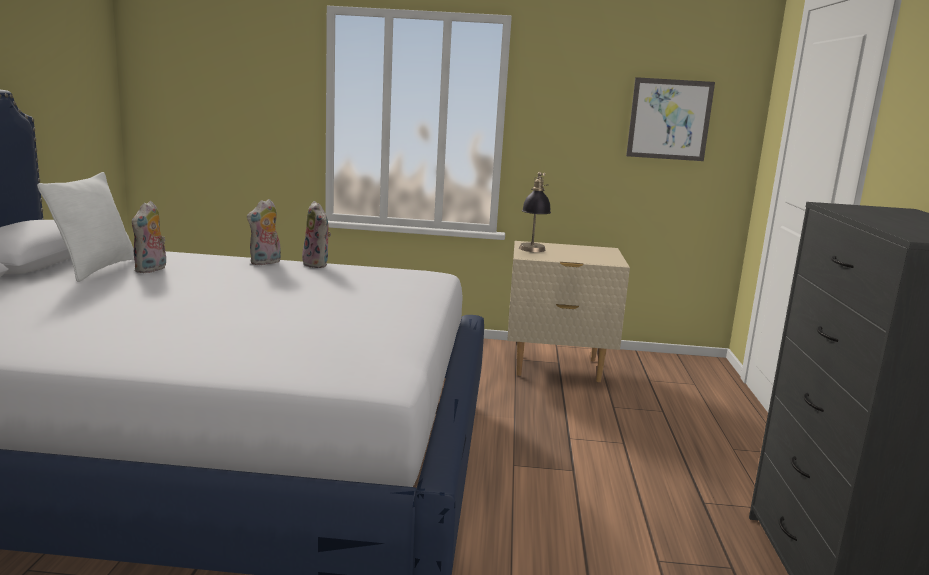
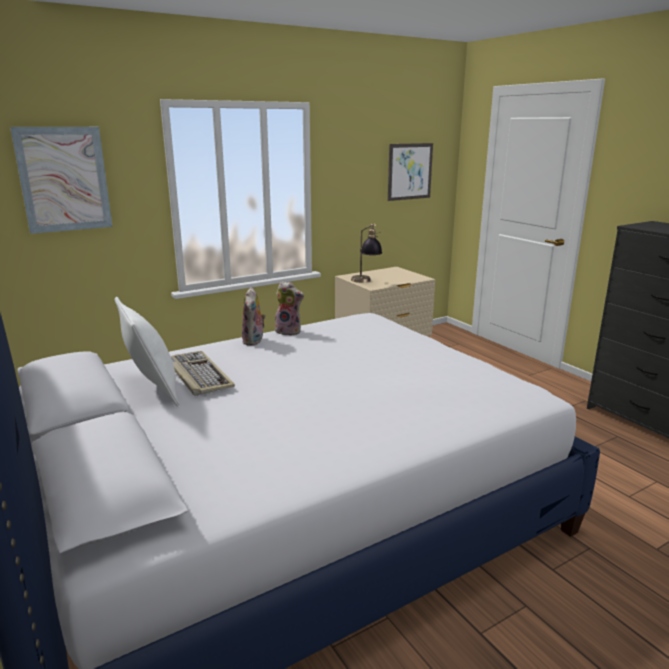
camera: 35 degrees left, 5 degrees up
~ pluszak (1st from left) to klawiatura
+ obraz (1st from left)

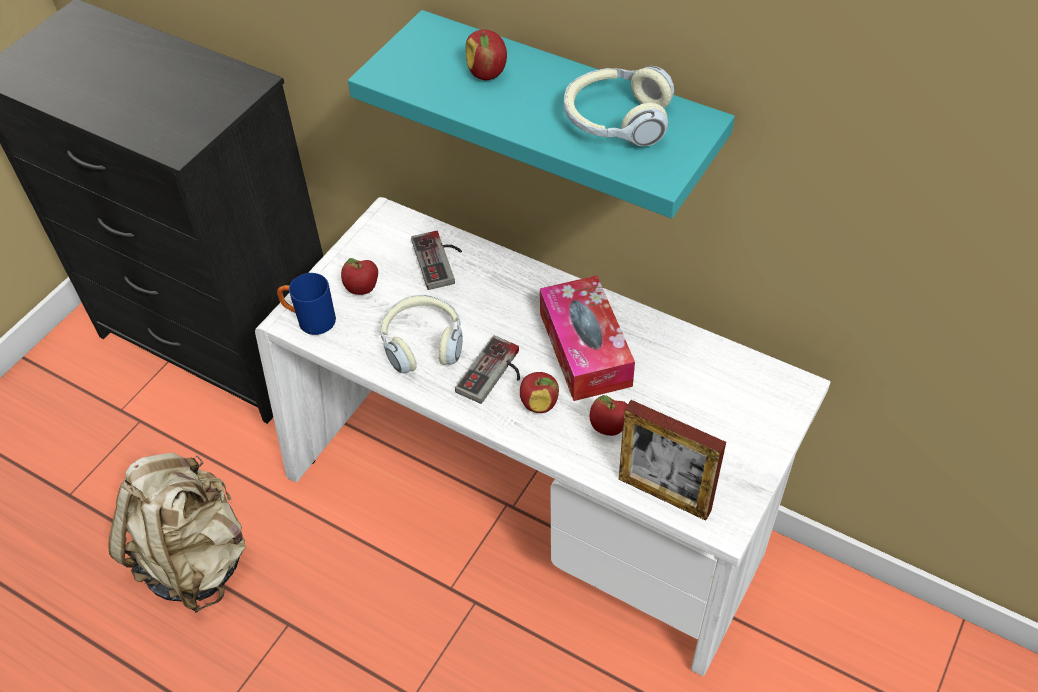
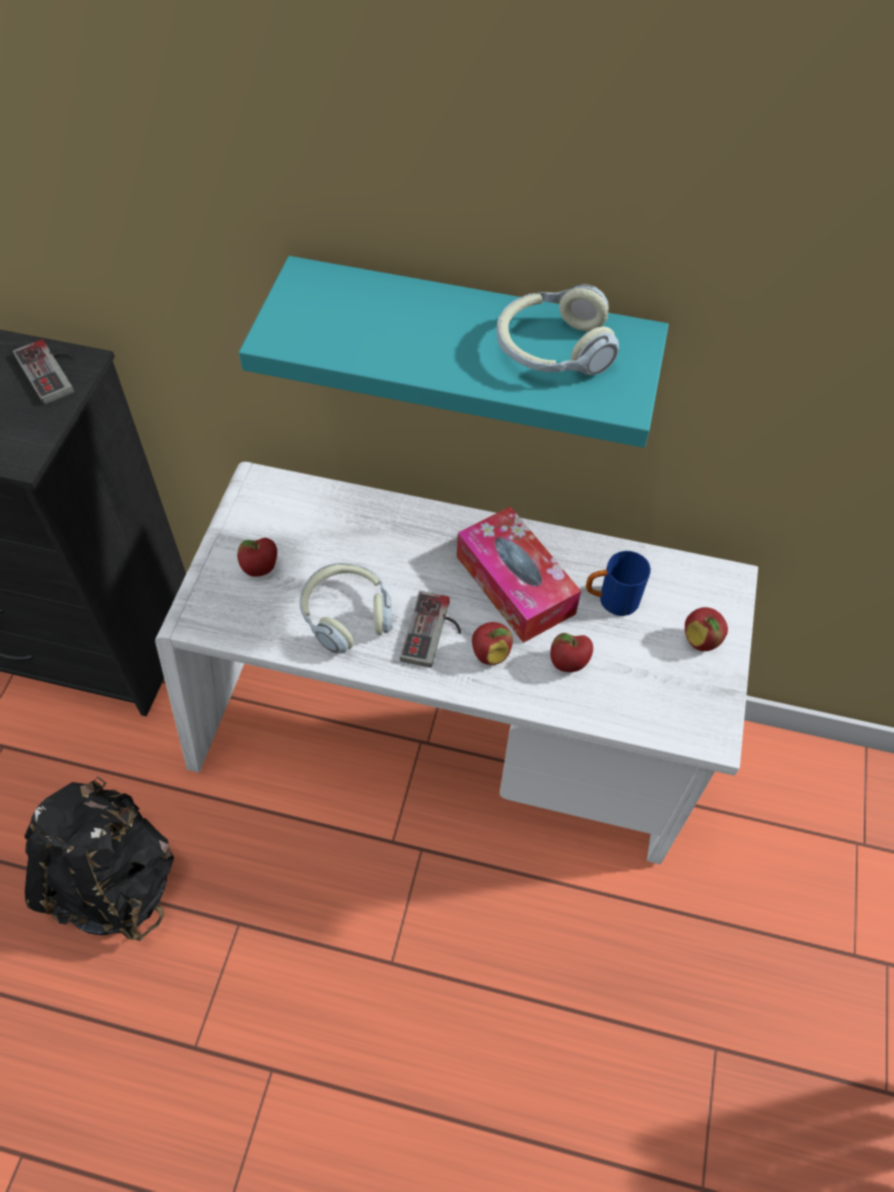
camera: 20 degrees left, 5 degrees up
~ plecak (beżowy) to plecak (czarny)
~ kubek (niebieski)
~ pad do gier (1st from left)
~ jabłko (2nd from left in the first image) to jabłko (4th from left)
- ramka na zdjęcie

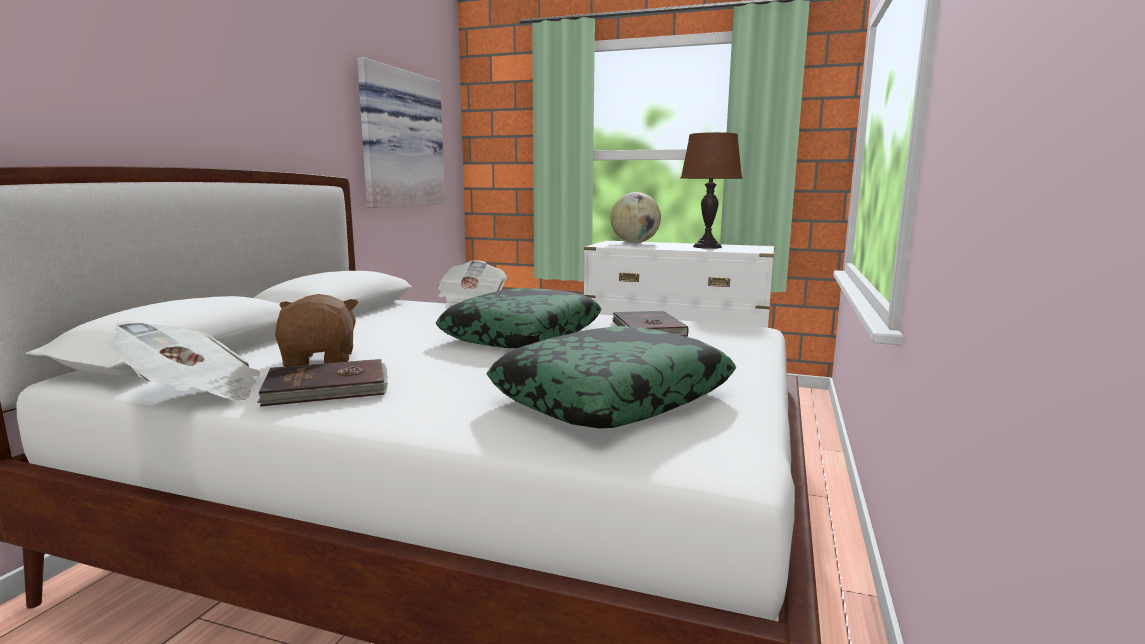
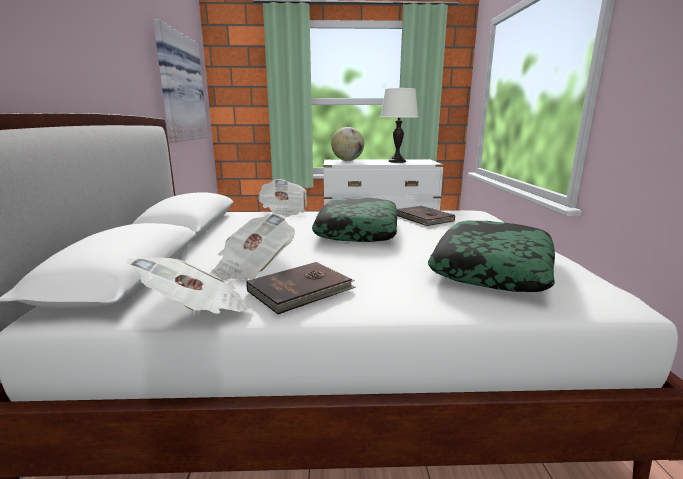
camera: 20 degrees left, 5 degrees up
~ pluszak (brązowy) to gazeta (2nd from left)
~ lampa stołowa (brązowy) to lampa stołowa (biały)

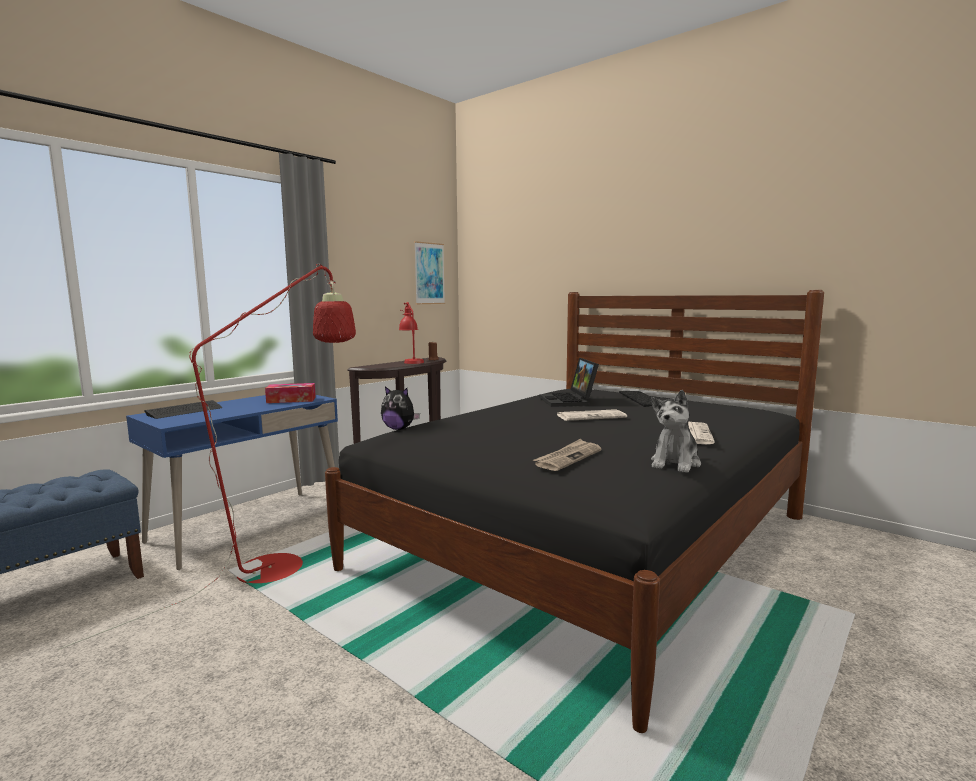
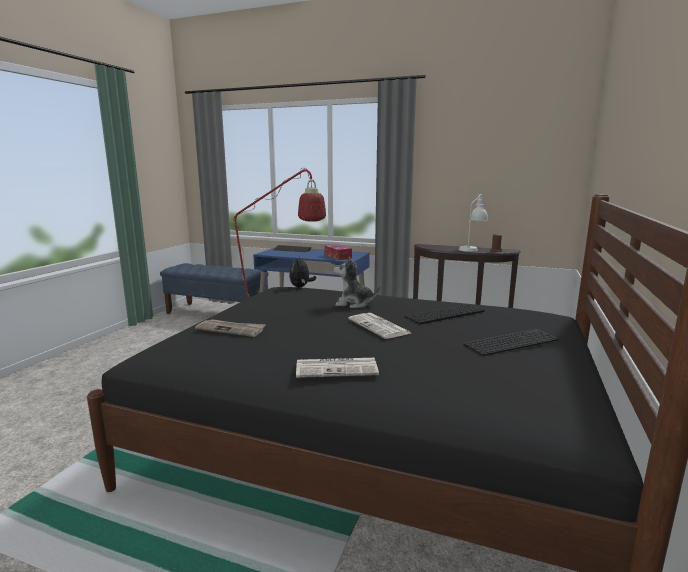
camera: 70 degrees right, 5 degrees up
~ lampa stołowa (czerwony) to lampa stołowa (biały)
- obraz
~ laptop to klawiatura (2nd from left)
~ pluszak (2nd from left)

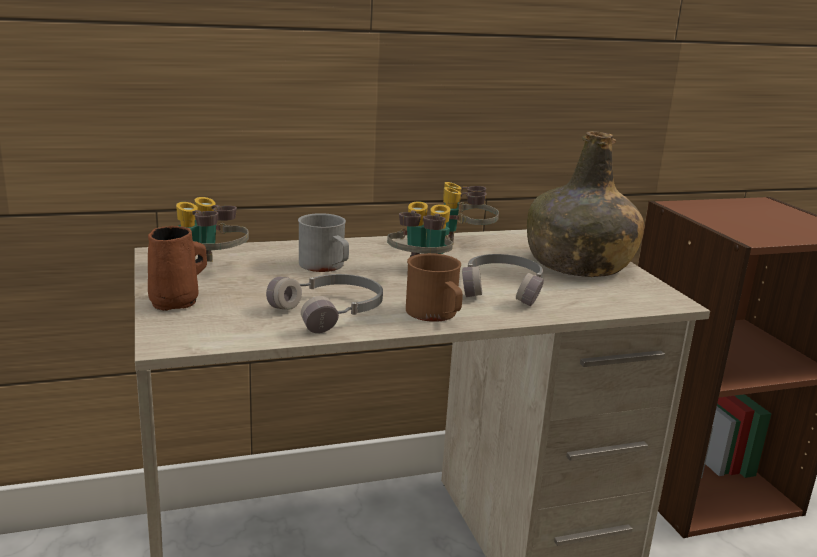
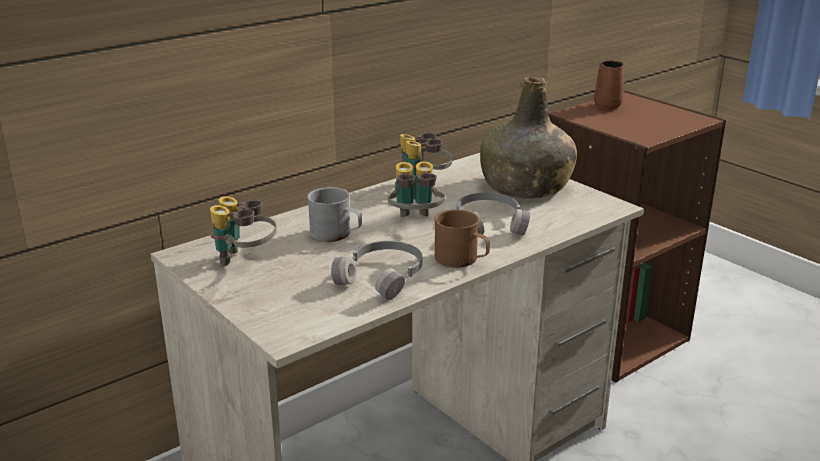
camera: 20 degrees left, 5 degrees up
~ kubek (brązowy) (1st from left in the first image) to kubek (brązowy) (2nd from left)

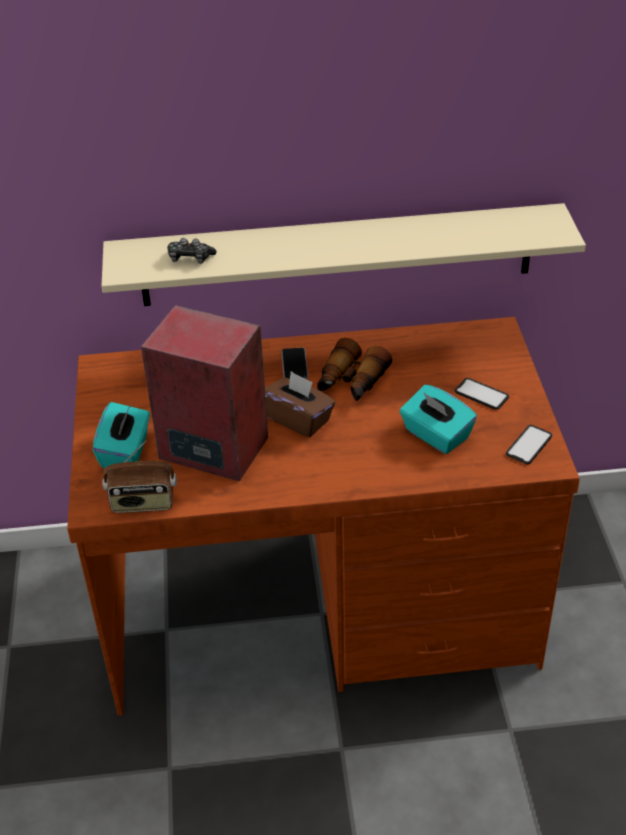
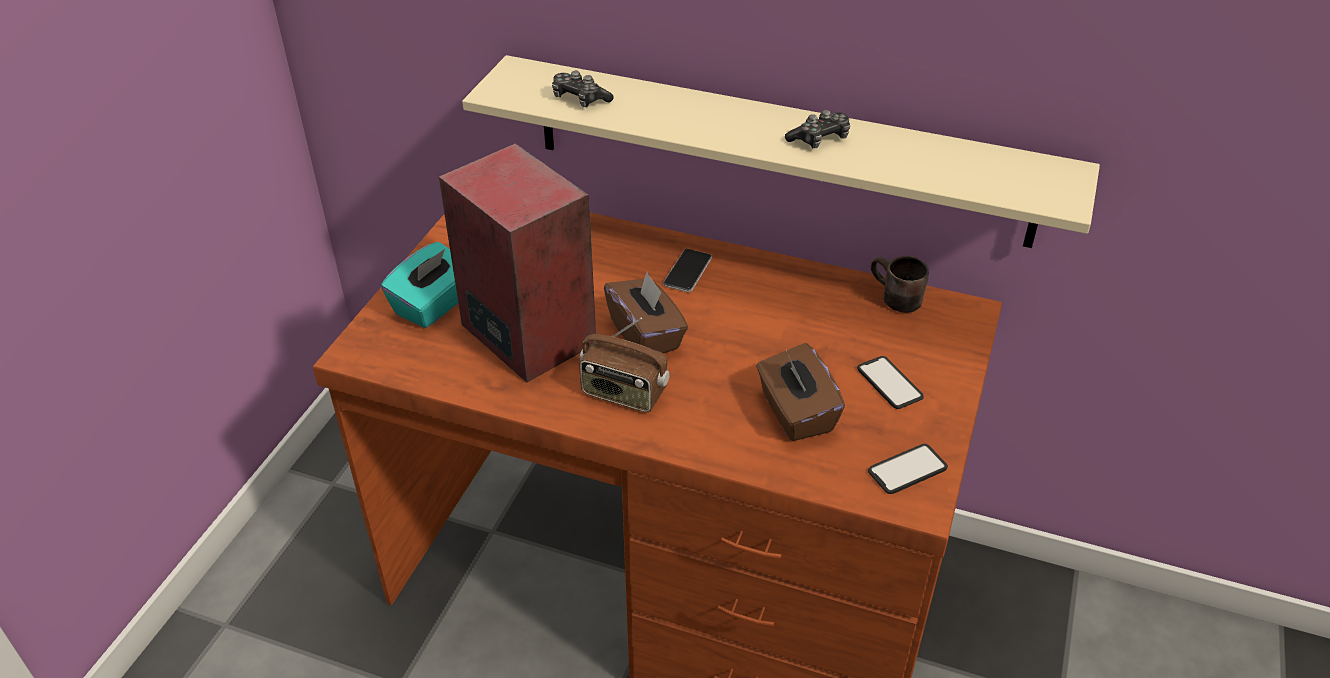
camera: 25 degrees right, 0 degrees up
~ radio
- lornetka
~ pudełko chusteczek (turkusowy) (2nd from left) to pudełko chusteczek (brązowy) (2nd from left)
+ pad do gier (2nd from left)
+ kubek (brązowy)

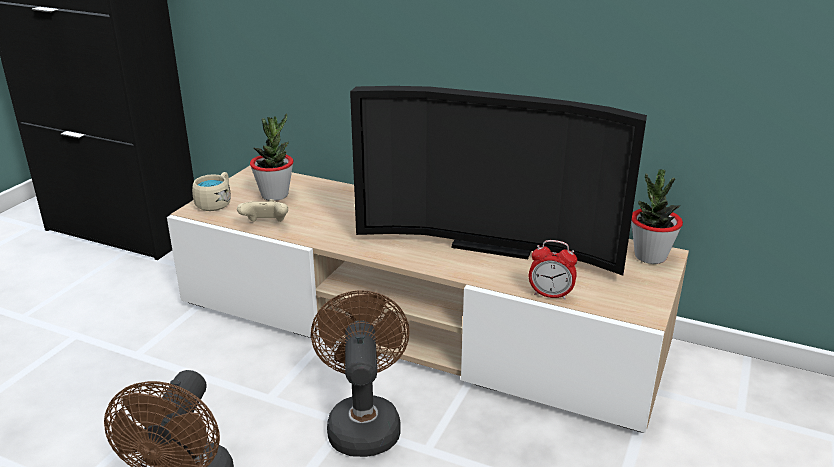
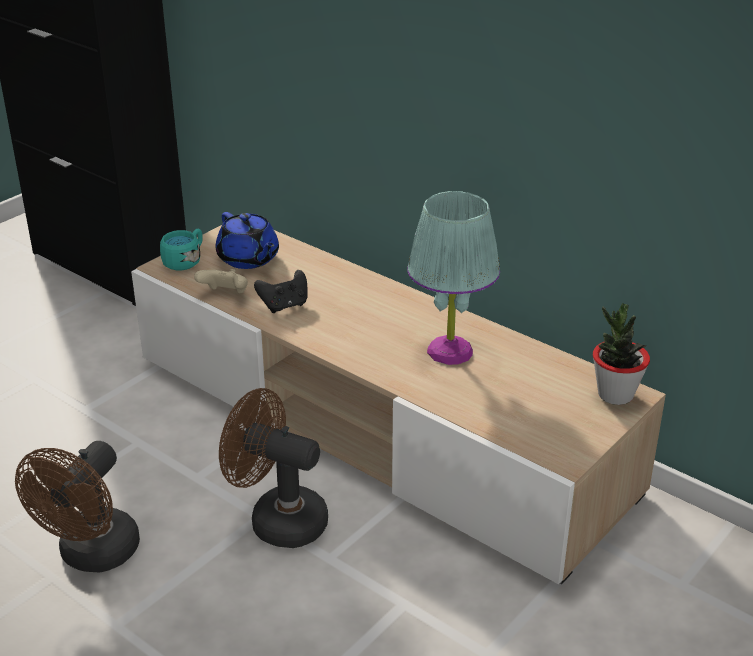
camera: 15 degrees right, 5 degrees up
~ kubek (beżowy) to kubek (turkusowy)
~ roślina doniczkowa (1st from left) to imbryk (niebieski)
~ wentylator (brązowy) (2nd from left) 75 degrees counterclockwise
~ telewizor to lampa stołowa (turkusowy)
- budzik
+ pad do gier (czarny)

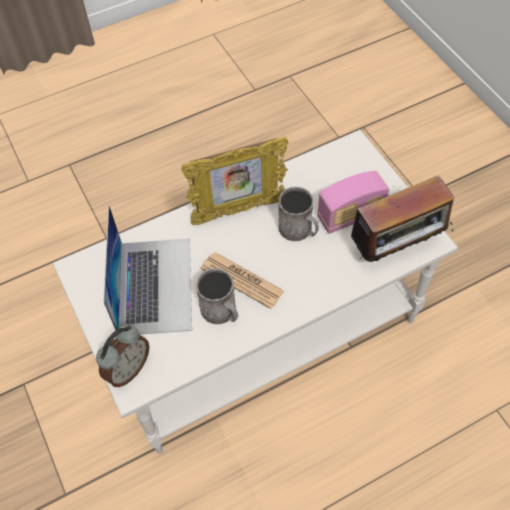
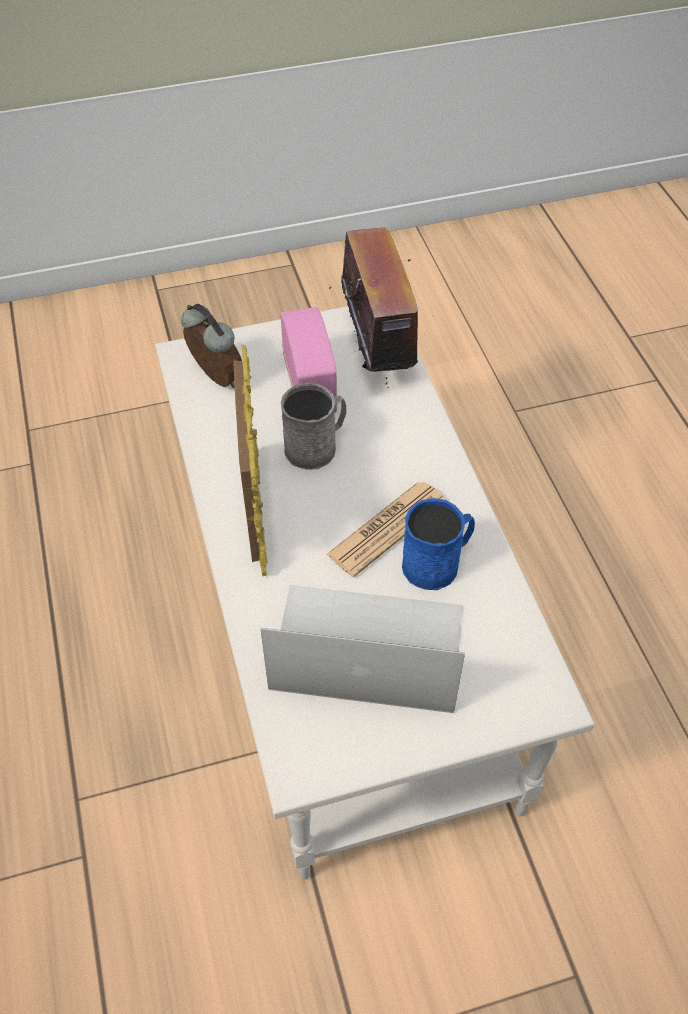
camera: 80 degrees left, 5 degrees down
~ budzik
~ kubek (szary) (1st from left) to kubek (niebieski)

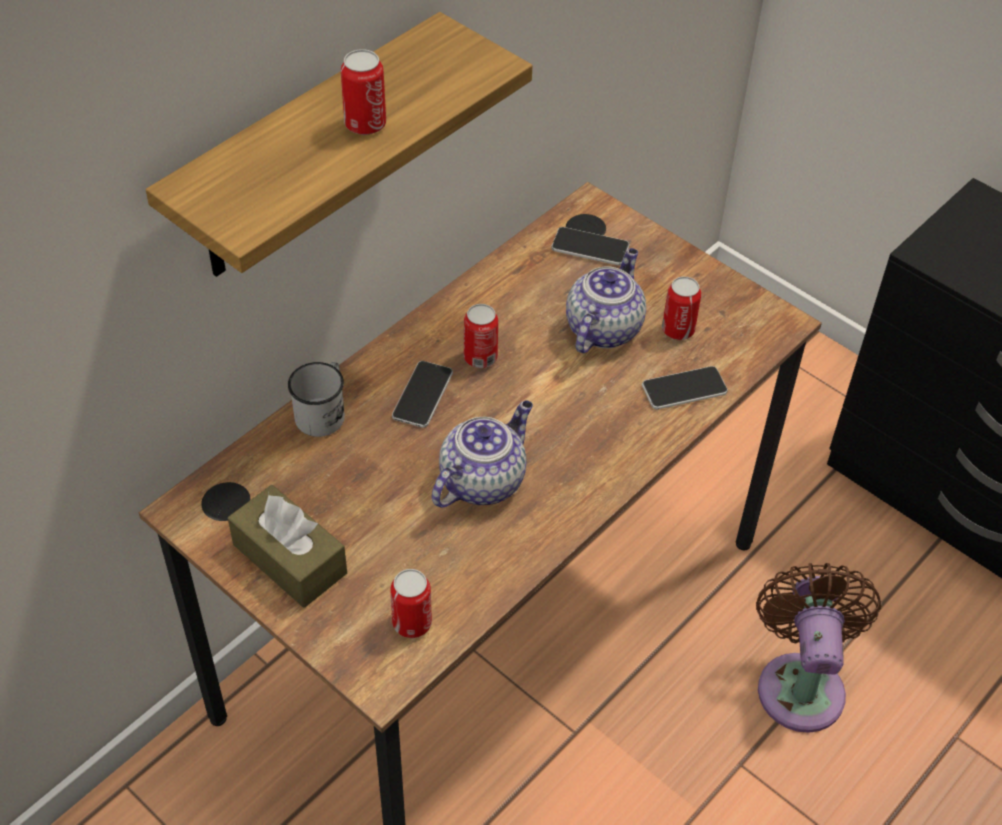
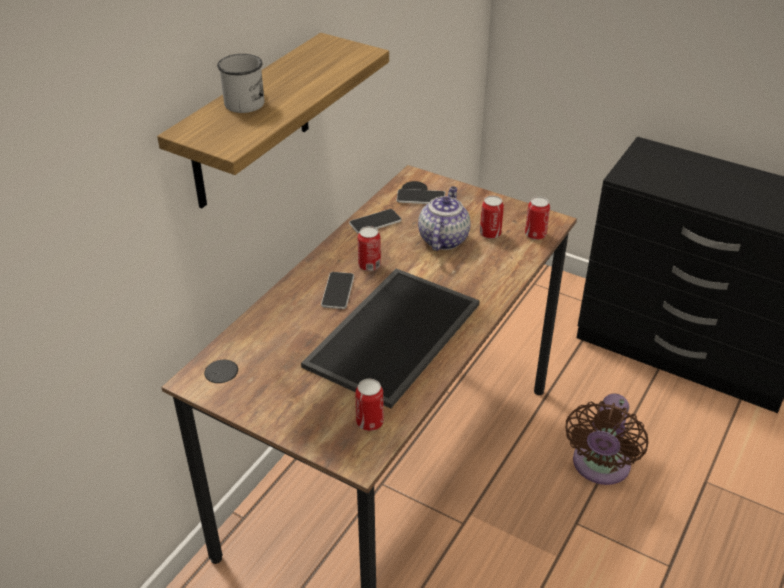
camera: 10 degrees left, 10 degrees down
- pudełko chusteczek (brązowy)
~ kubek (biały)
~ puszka (1st from left in the first image) to puszka (4th from left)
~ imbryk (1st from left) to taca
~ telefon (3rd from left in the first image) to telefon (2nd from left)
~ wentylator (brązowy) 150 degrees counterclockwise

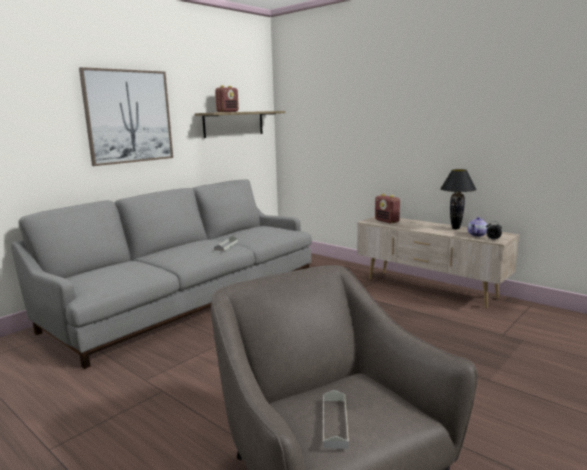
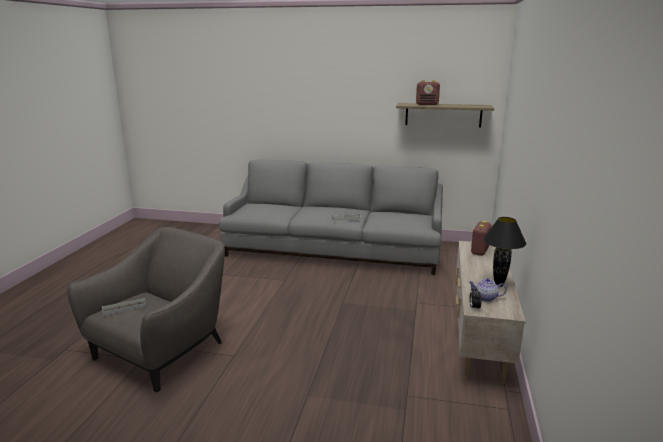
camera: 60 degrees right, 5 degrees up
- obraz

